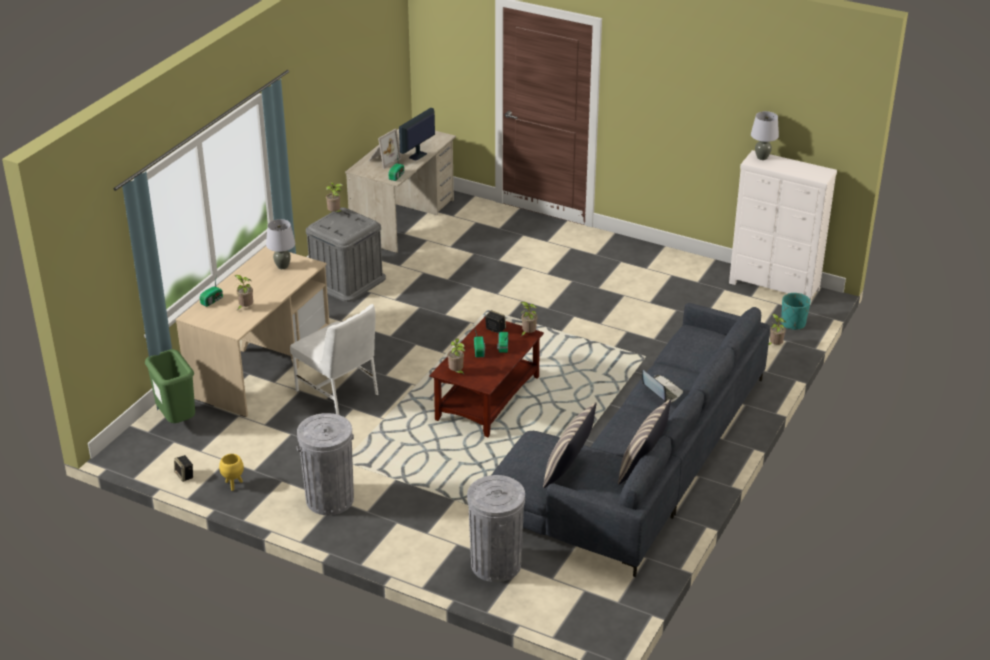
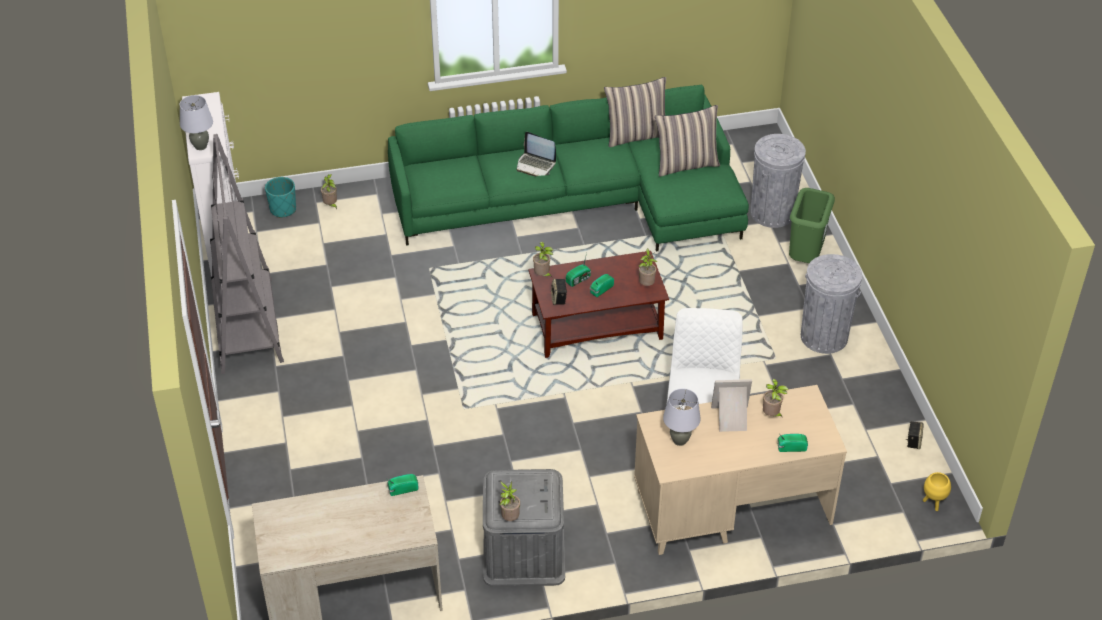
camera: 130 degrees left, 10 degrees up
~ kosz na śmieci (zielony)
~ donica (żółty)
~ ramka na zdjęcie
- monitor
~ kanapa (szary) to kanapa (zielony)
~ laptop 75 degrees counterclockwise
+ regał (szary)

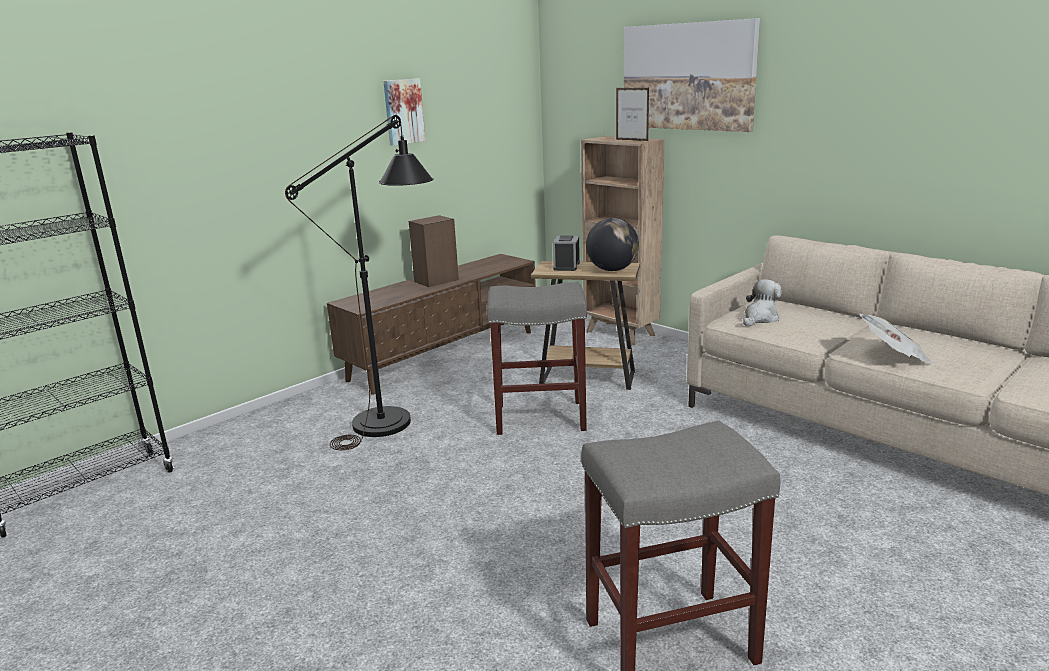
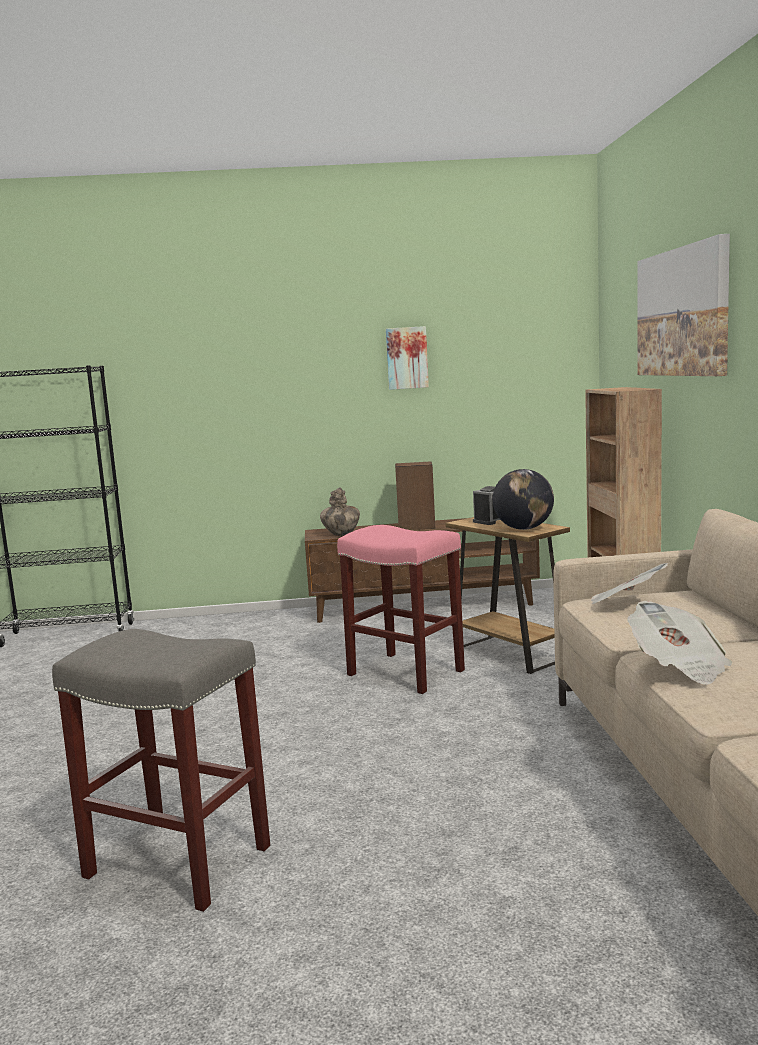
camera: 40 degrees right, 10 degrees down
- lampa stojąca (czarny)
~ stołek (szary) (1st from left) to stołek (różowy)
- ramka na zdjęcie
~ pluszak to gazeta (1st from left)
+ wazon

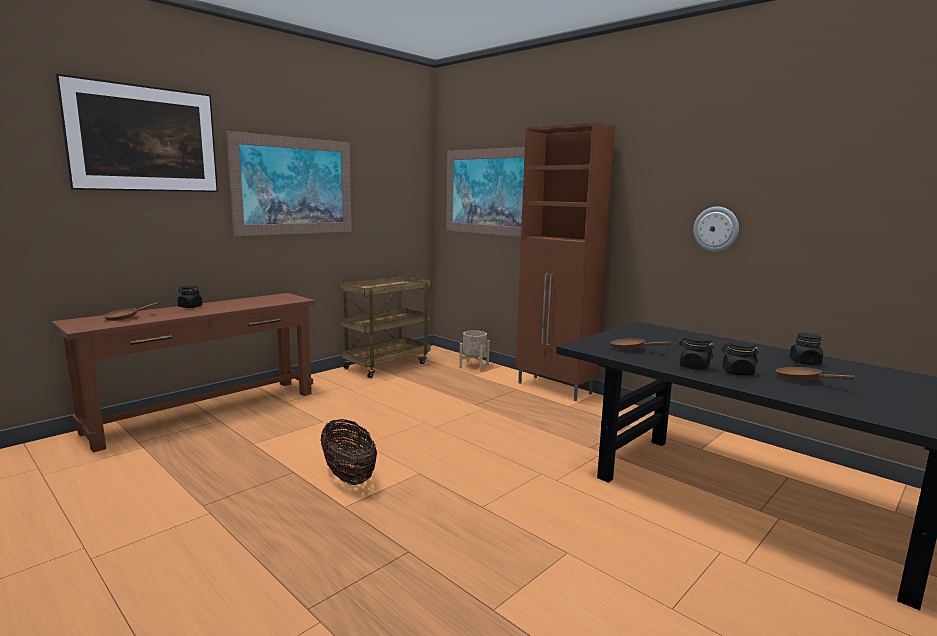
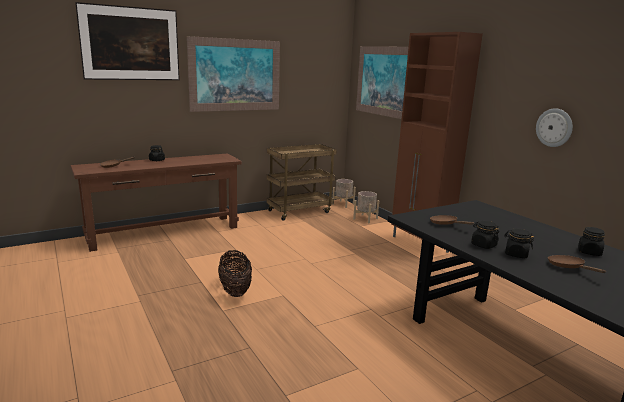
camera: 15 degrees right, 5 degrees up
+ donica (beżowy) (1st from left)

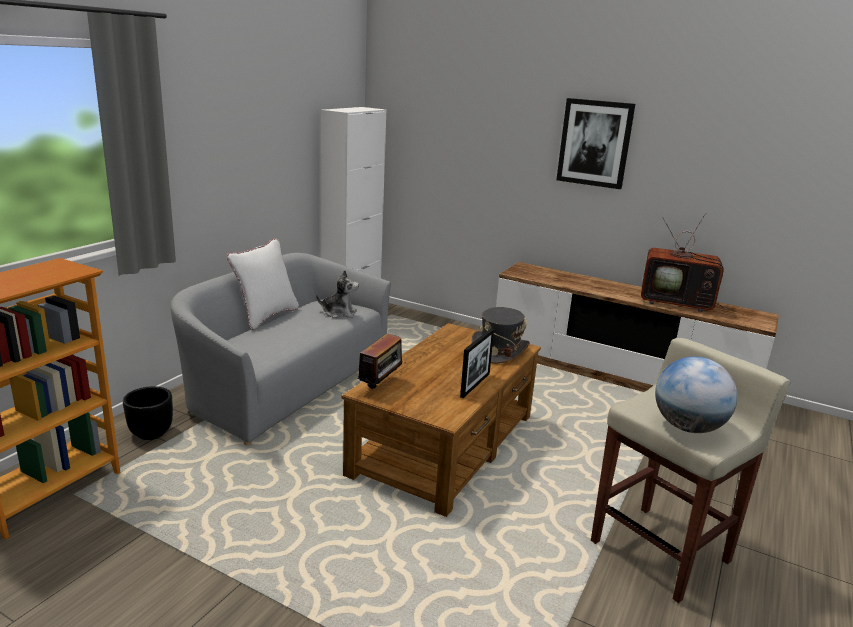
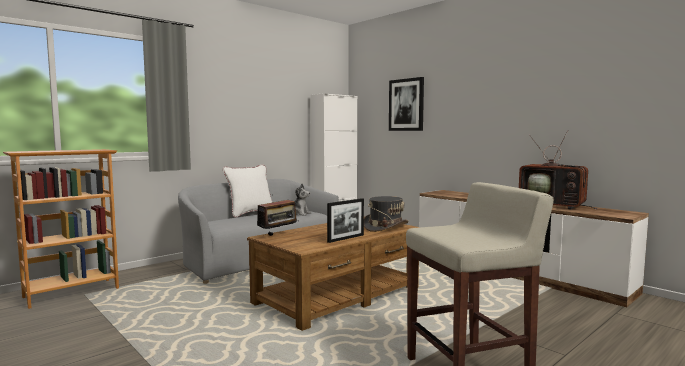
camera: 20 degrees right, 15 degrees down
- donica (czarny)
~ obraz
- globus

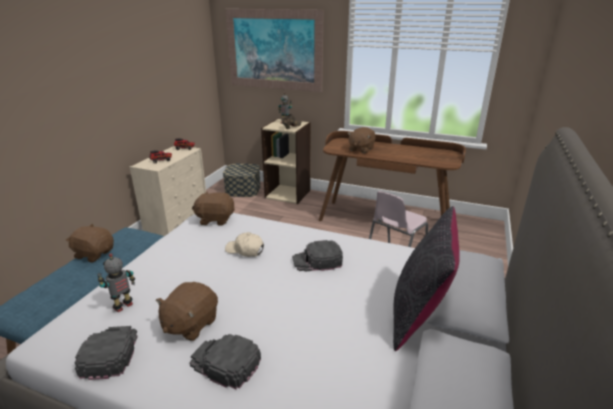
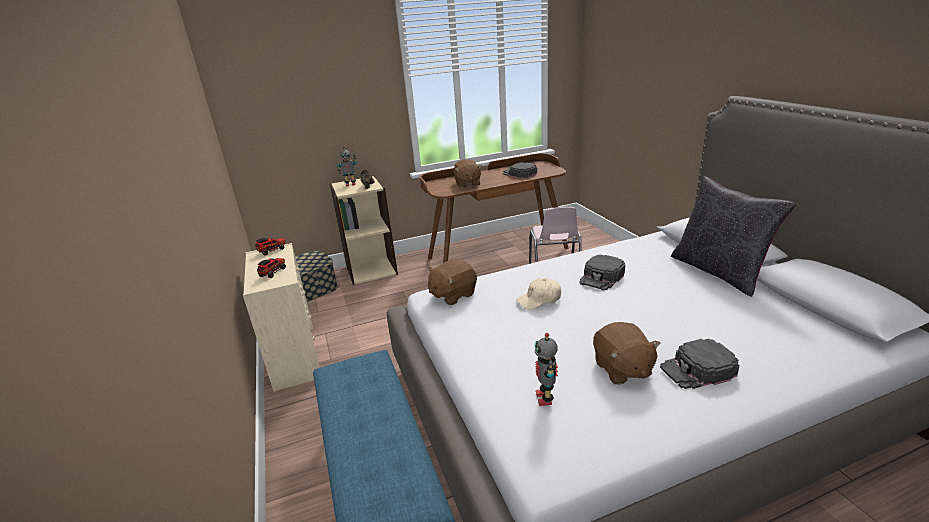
camera: 40 degrees left, 0 degrees up
- pluszak (brązowy) (1st from left)
~ czapka z daszkiem (czarny) (1st from left)
- obraz

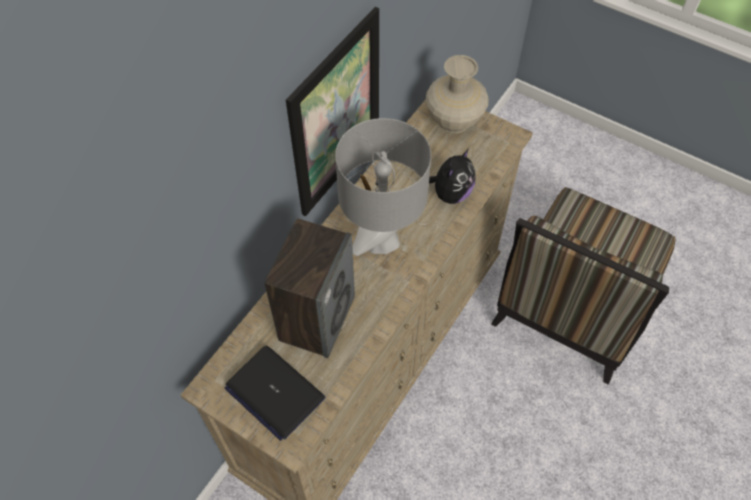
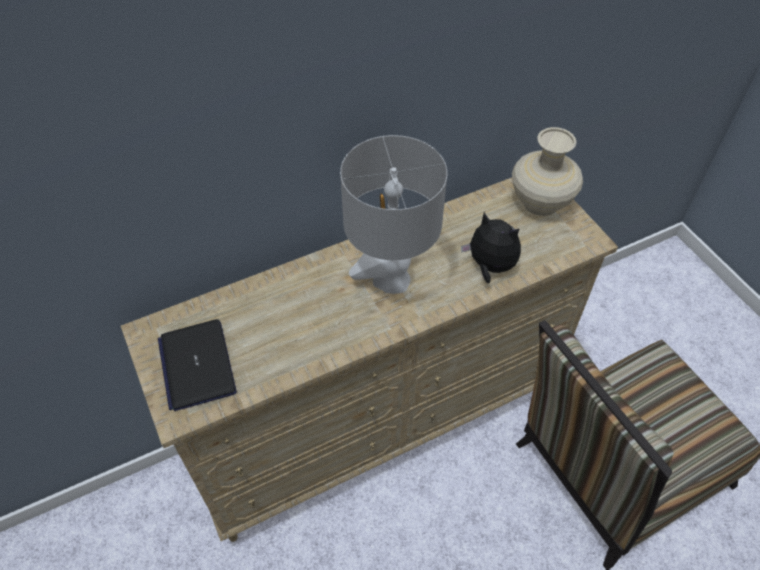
camera: 30 degrees right, 5 degrees down
- głośnik
- obraz
~ pluszak 120 degrees counterclockwise

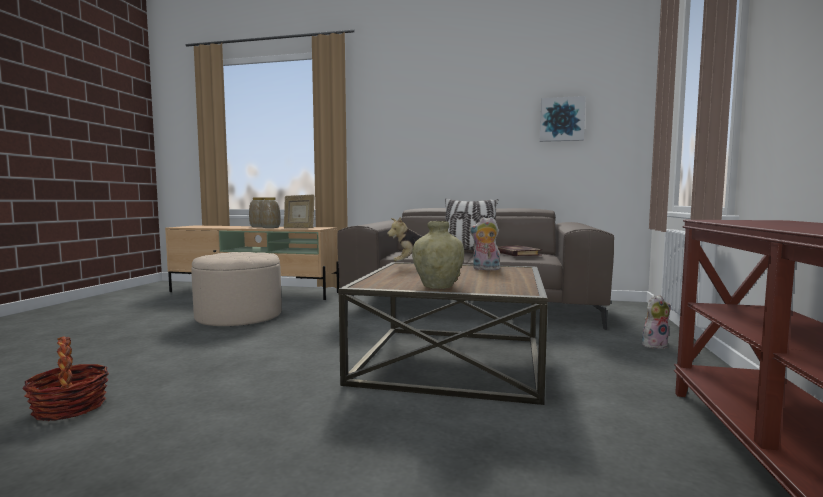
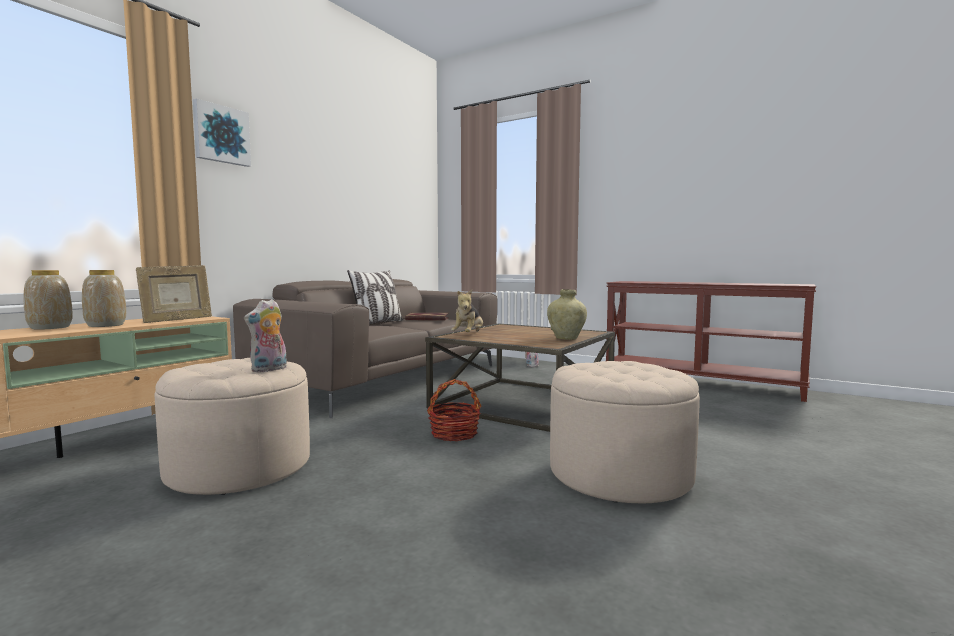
camera: 70 degrees left, 0 degrees up
~ koszyk
~ pluszak (2nd from left in the first image) to pluszak (1st from left)
~ obraz
+ pufa (beżowy) (2nd from left)

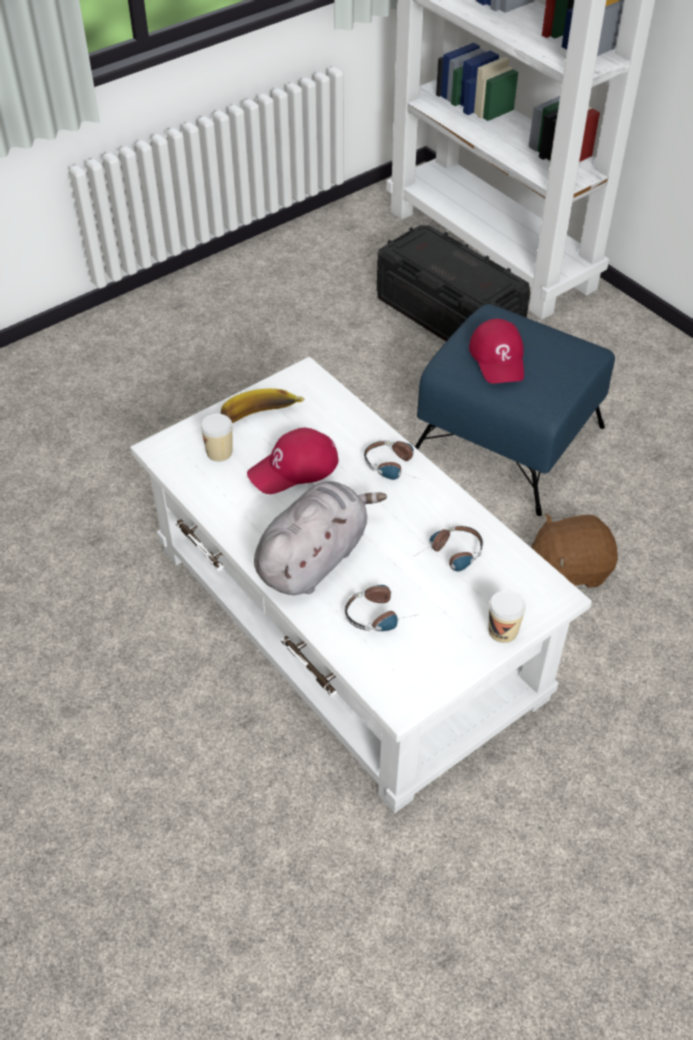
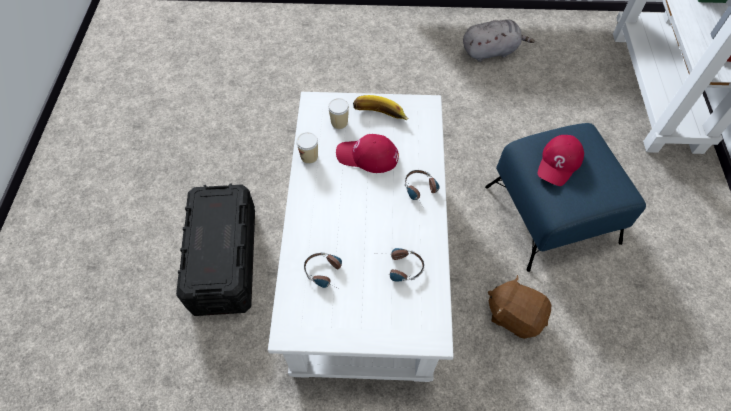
camera: 40 degrees right, 10 degrees up
~ pluszak (szary)
~ pojemnik do przechowywania (czarny)
~ filiżanka (2nd from left in the first image) to filiżanka (1st from left)

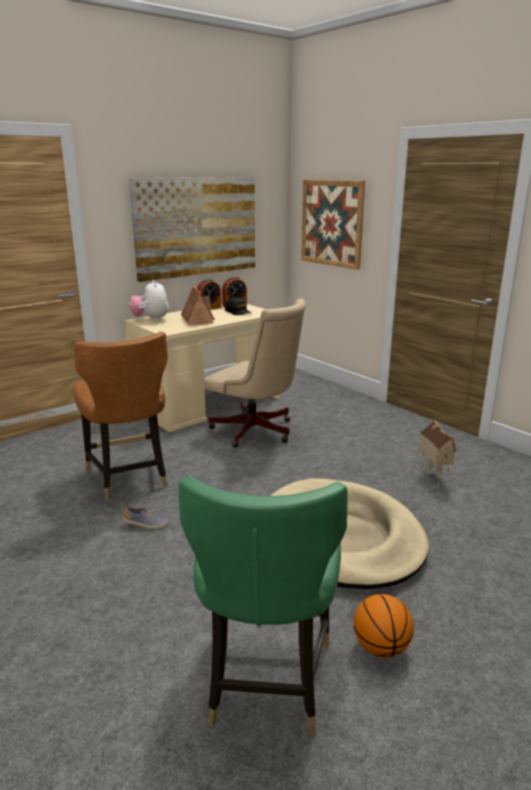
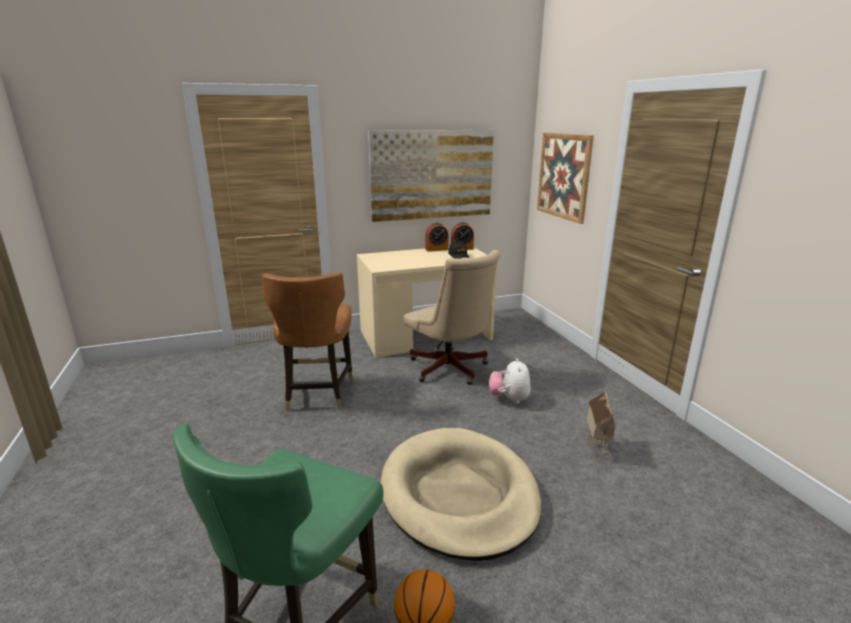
camera: 20 degrees right, 0 degrees up
- but
~ pluszak
- domek (1st from left)

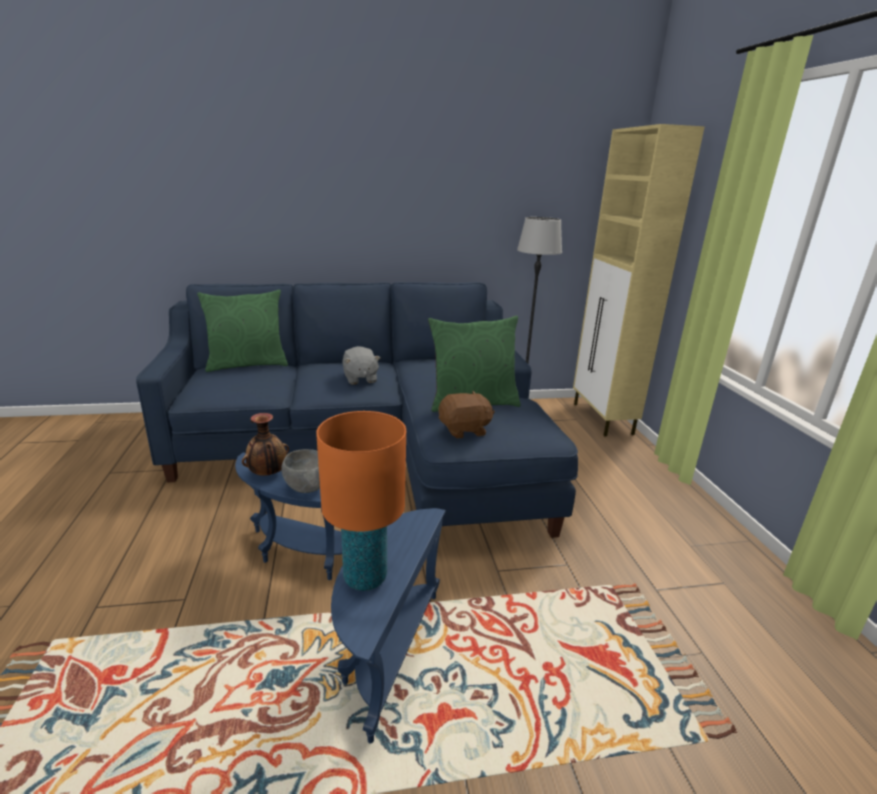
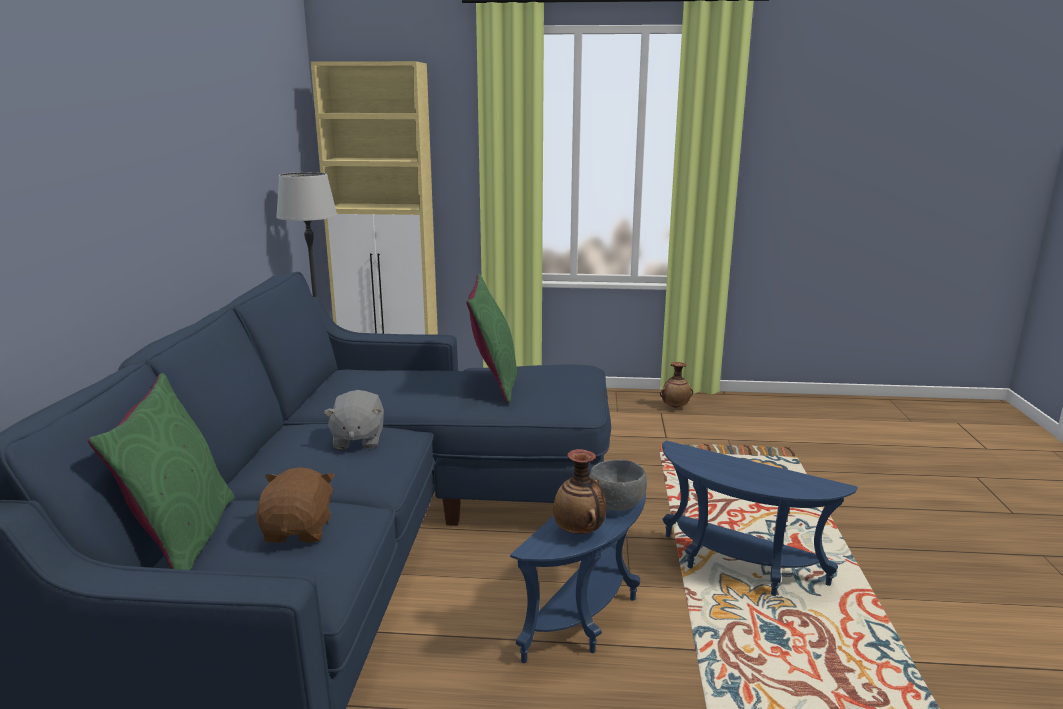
camera: 75 degrees left, 5 degrees down
- lampa stołowa (pomarańczowy)
~ pluszak (szary) 90 degrees clockwise
~ pluszak (brązowy)
+ wazon (2nd from left)

